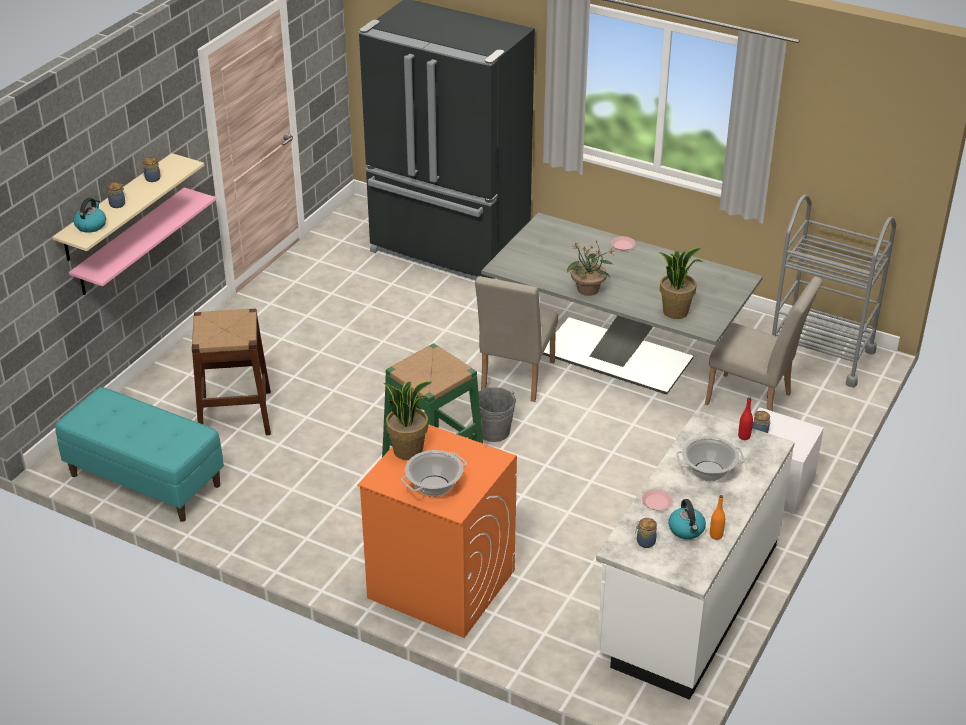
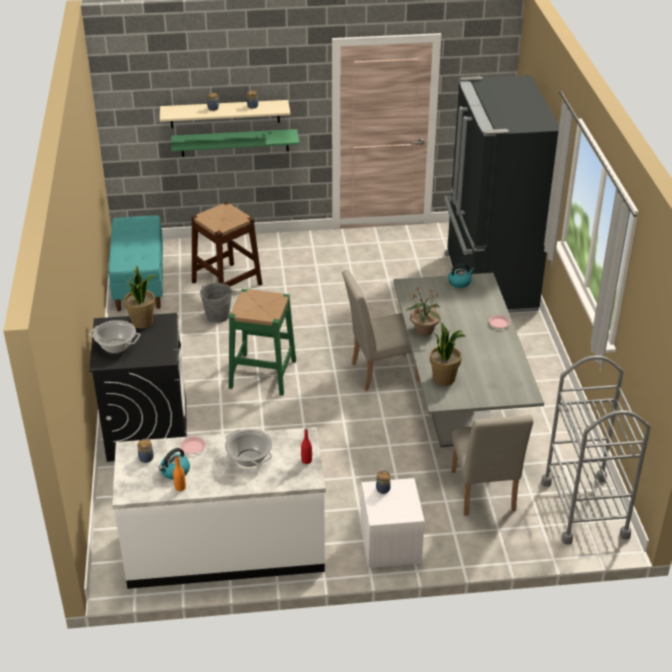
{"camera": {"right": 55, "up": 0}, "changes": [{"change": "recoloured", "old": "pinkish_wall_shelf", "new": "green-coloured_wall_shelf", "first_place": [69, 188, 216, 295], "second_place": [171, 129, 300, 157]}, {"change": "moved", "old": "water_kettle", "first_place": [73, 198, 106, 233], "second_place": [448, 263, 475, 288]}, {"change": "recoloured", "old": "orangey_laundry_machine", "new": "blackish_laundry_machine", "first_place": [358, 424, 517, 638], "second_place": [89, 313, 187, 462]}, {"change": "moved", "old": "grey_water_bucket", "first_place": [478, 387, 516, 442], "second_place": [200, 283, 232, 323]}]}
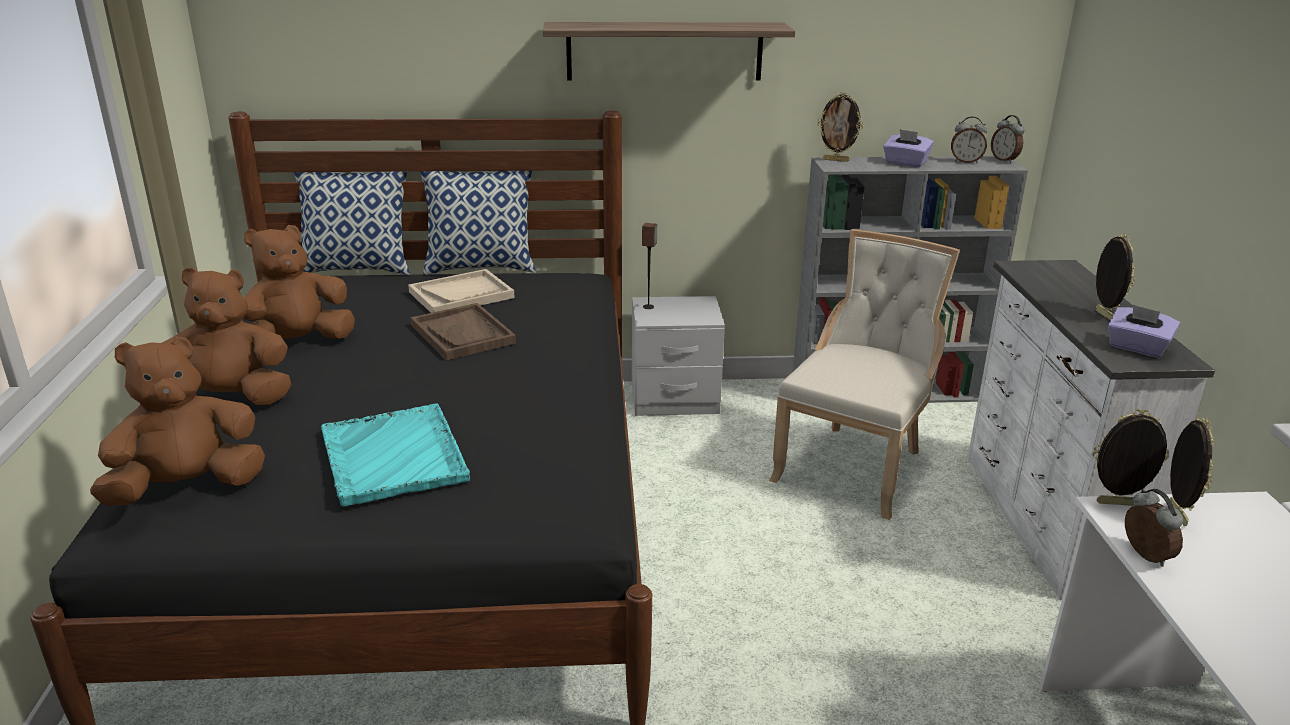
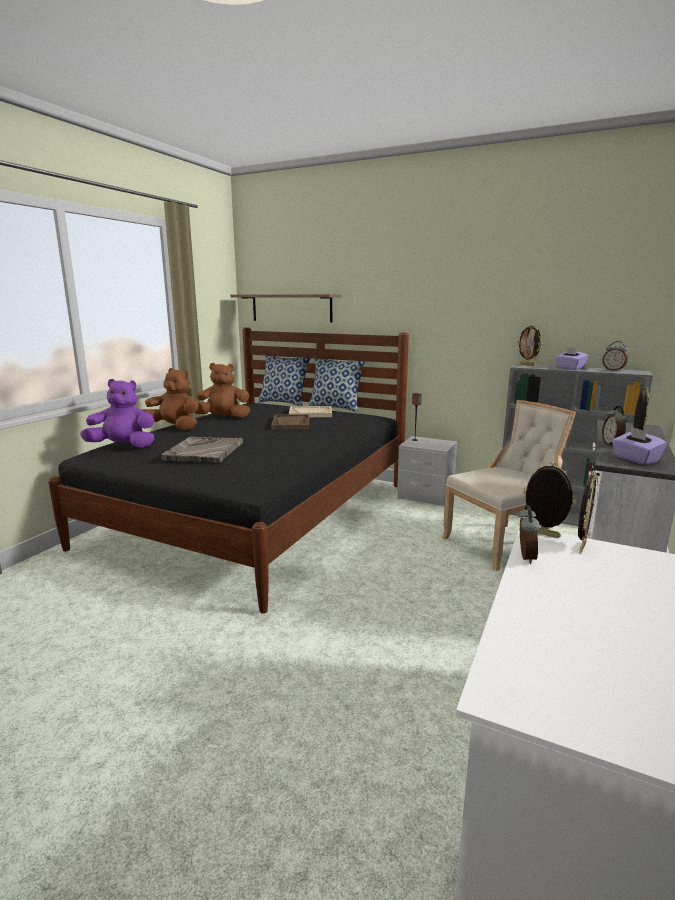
{"camera": {"right": 30, "up": -10}, "changes": [{"change": "recoloured", "old": "brownish_plush_toy", "new": "purplish_plush_toy", "first_place": [90, 336, 265, 506], "second_place": [80, 379, 155, 447]}, {"change": "recoloured", "old": "turquoise_tray", "new": "grey_tray", "first_place": [321, 403, 470, 506], "second_place": [161, 436, 243, 463]}, {"change": "moved", "old": "wall_shelf", "first_place": [543, 22, 795, 81], "second_place": [230, 294, 341, 323]}, {"change": "moved", "old": "table_clock", "first_place": [991, 115, 1025, 163], "second_place": [602, 406, 628, 445]}]}
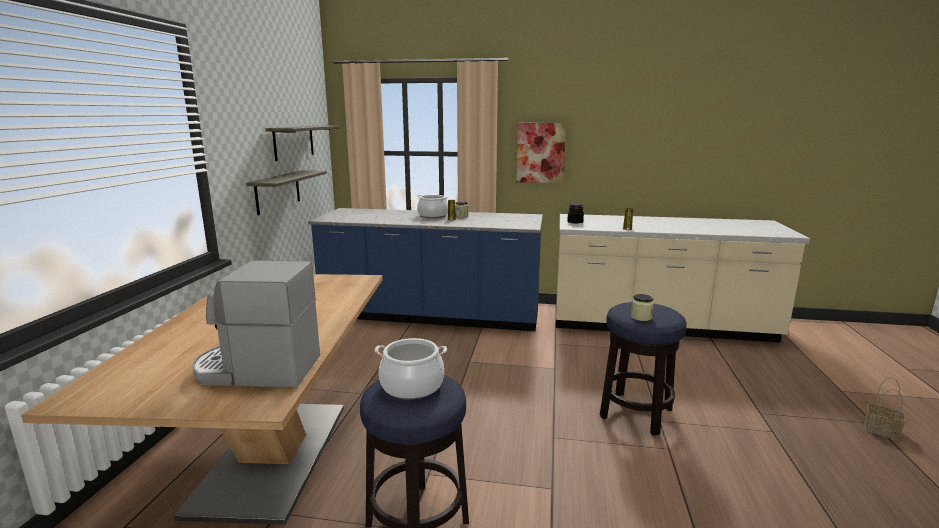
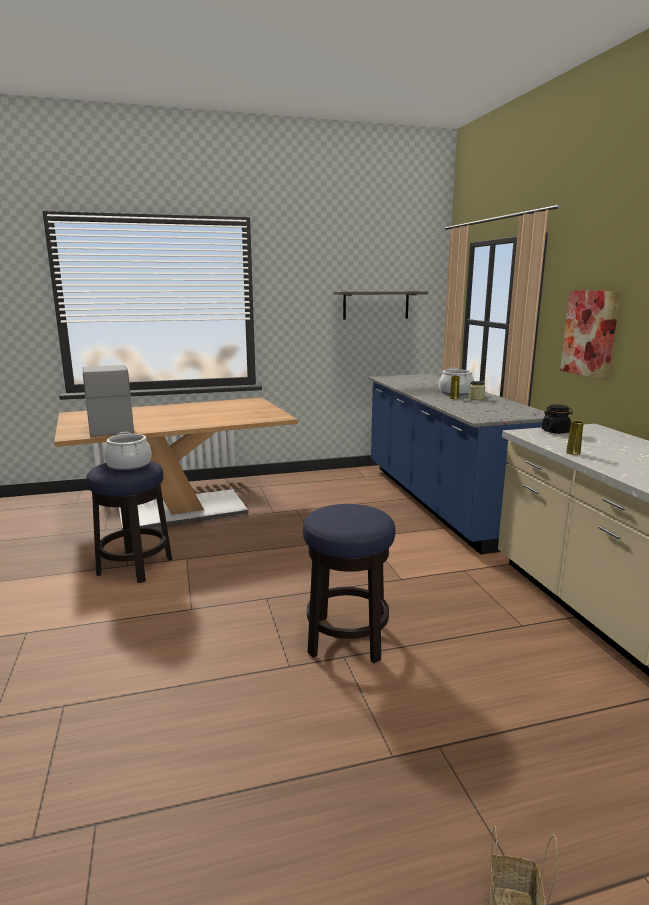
{"camera": {"right": 65, "up": 0}, "changes": [{"change": "removed", "old": "wall_shelf", "first_place": [246, 170, 327, 215]}, {"change": "removed", "old": "storage_jar", "first_place": [631, 294, 654, 321]}]}
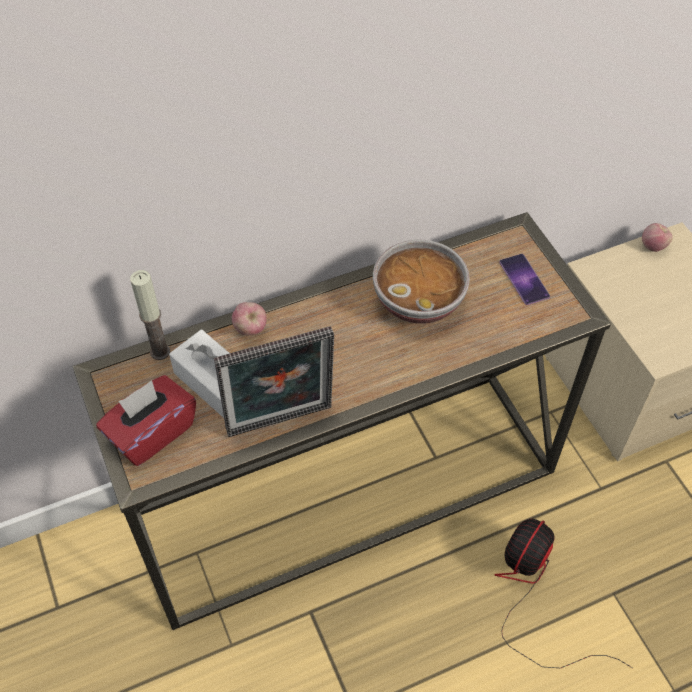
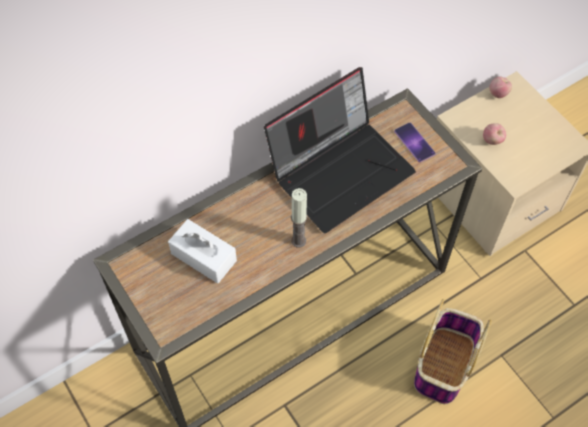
{"camera": {"right": -10, "up": 5}, "changes": [{"change": "removed", "old": "red_tissue_holder", "first_place": [96, 375, 196, 466]}, {"change": "moved", "old": "wax_light", "first_place": [130, 270, 170, 360], "second_place": [291, 188, 307, 247]}, {"change": "removed", "old": "photo_frame", "first_place": [214, 326, 334, 437]}, {"change": "moved", "old": "whole_apple", "first_place": [232, 302, 267, 335], "second_place": [483, 123, 506, 145]}, {"change": "replaced", "old": "deep_dish", "new": "portable_computer", "first_place": [373, 240, 470, 324], "second_place": [264, 67, 416, 233]}, {"change": "replaced", "old": "cooling_fan", "new": "storage_basket", "first_place": [494, 519, 632, 668], "second_place": [414, 299, 491, 404]}]}
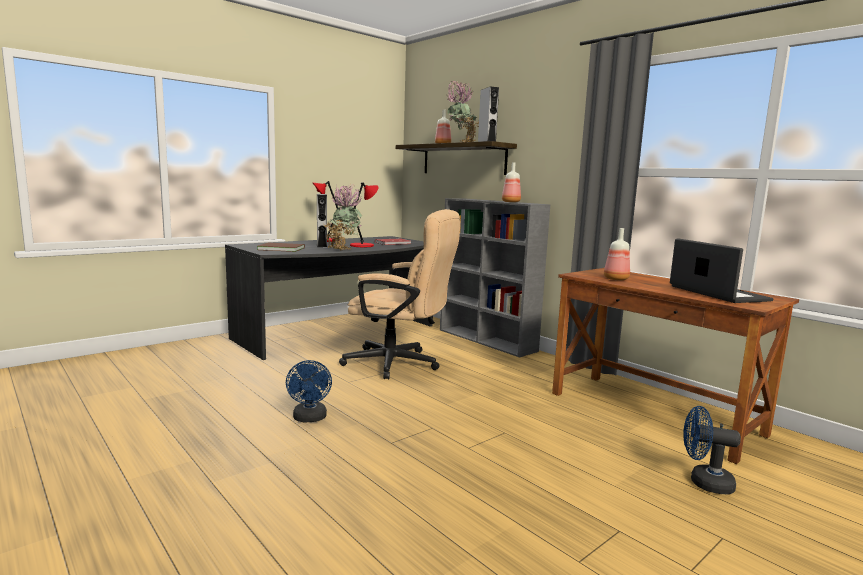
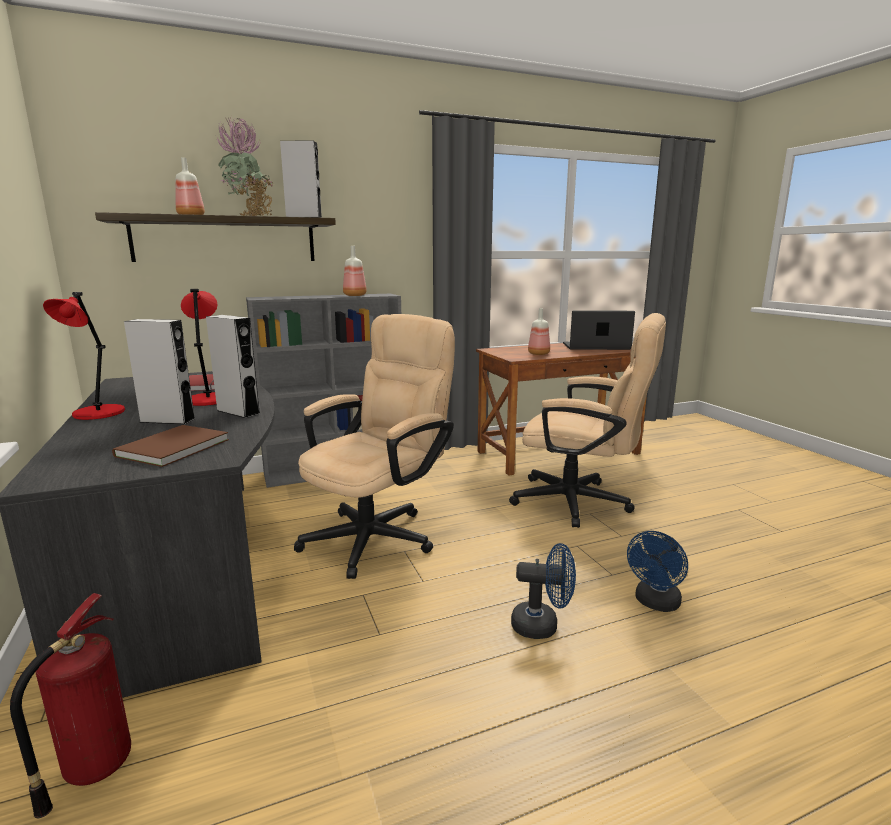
{"camera": {"right": -70, "up": 5}, "changes": [{"change": "replaced", "old": "plant_in_a_pot", "new": "grey_loudspeaker", "first_place": [323, 185, 362, 251], "second_place": [206, 315, 260, 418]}, {"change": "moved", "old": "bluish_cooling_fan", "first_place": [683, 406, 741, 495], "second_place": [627, 531, 688, 612]}, {"change": "added", "new": "fire_extinguisher", "second_place": [10, 593, 131, 818]}, {"change": "added", "new": "beige_office_chair", "second_place": [509, 313, 666, 528]}]}
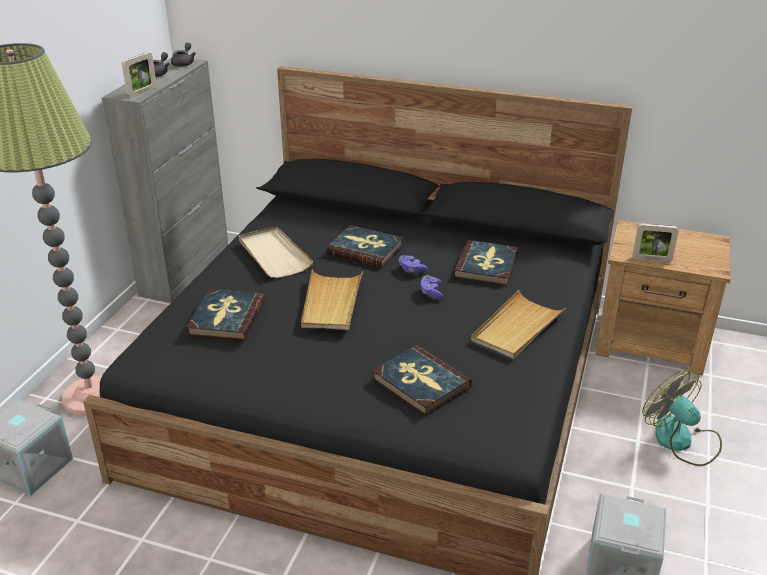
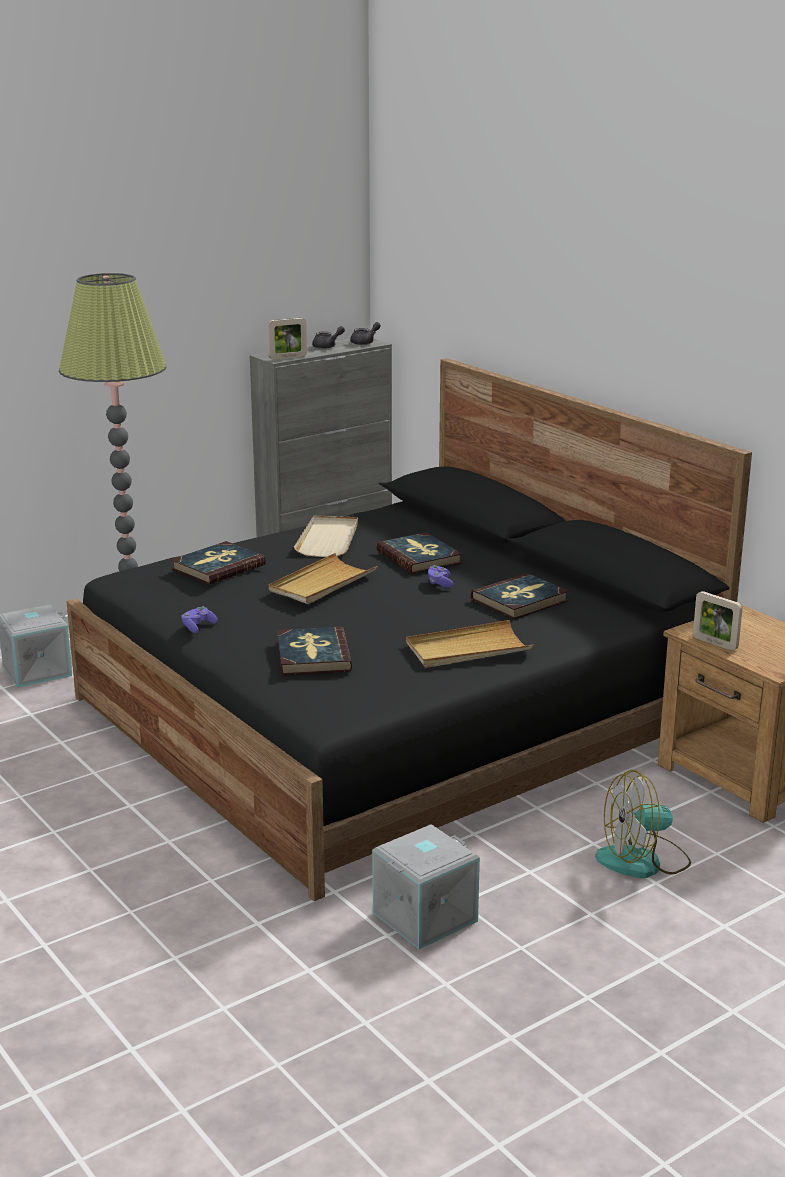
{"camera": {"right": 35, "up": -10}, "changes": [{"change": "moved", "old": "purplish_gamepad", "first_place": [421, 275, 443, 299], "second_place": [181, 607, 218, 633]}, {"change": "turned", "old": "cooling_fan", "first_place": [642, 370, 722, 466], "second_place": [595, 770, 691, 878], "degrees": -105}]}
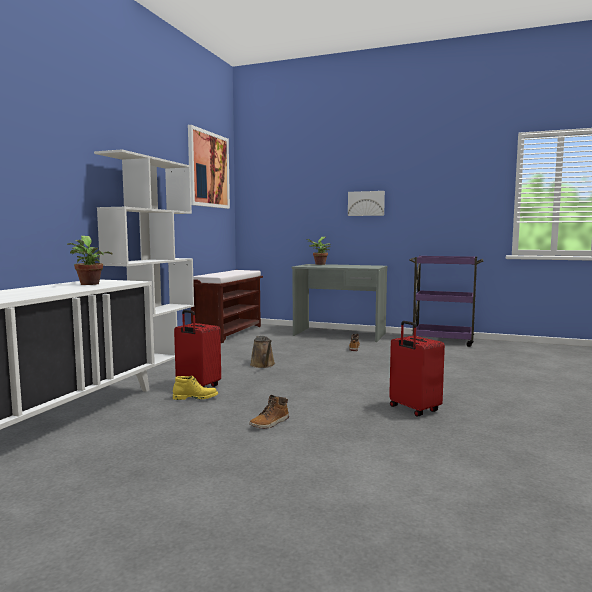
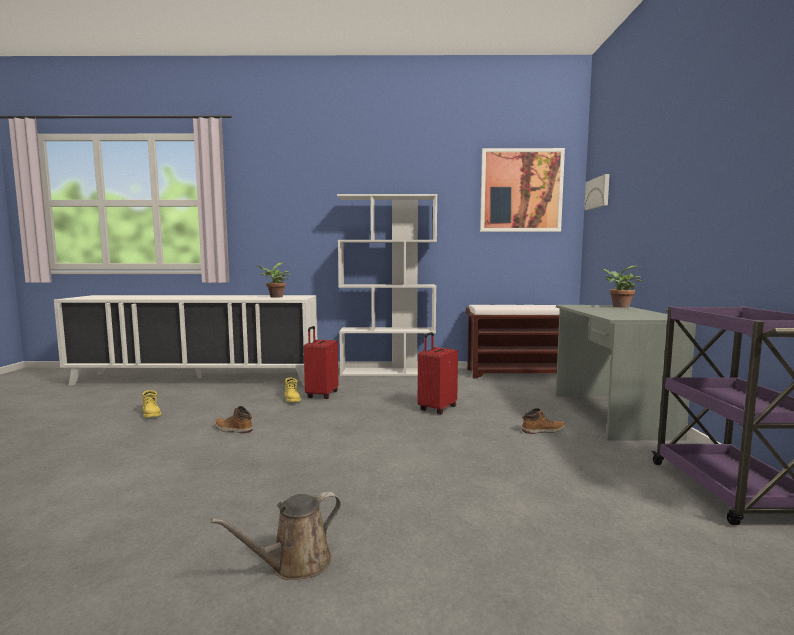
{"camera": {"right": 70, "up": 0}, "changes": [{"change": "moved", "old": "brownish_sprinkling_can", "first_place": [250, 336, 275, 368], "second_place": [211, 492, 341, 580]}, {"change": "moved", "old": "wall_art", "first_place": [348, 191, 385, 216], "second_place": [584, 174, 610, 210]}, {"change": "moved", "old": "red_travel_case", "first_place": [389, 321, 445, 416], "second_place": [418, 332, 458, 415]}, {"change": "added", "new": "yellow_tall_boot", "second_place": [142, 390, 161, 417]}]}
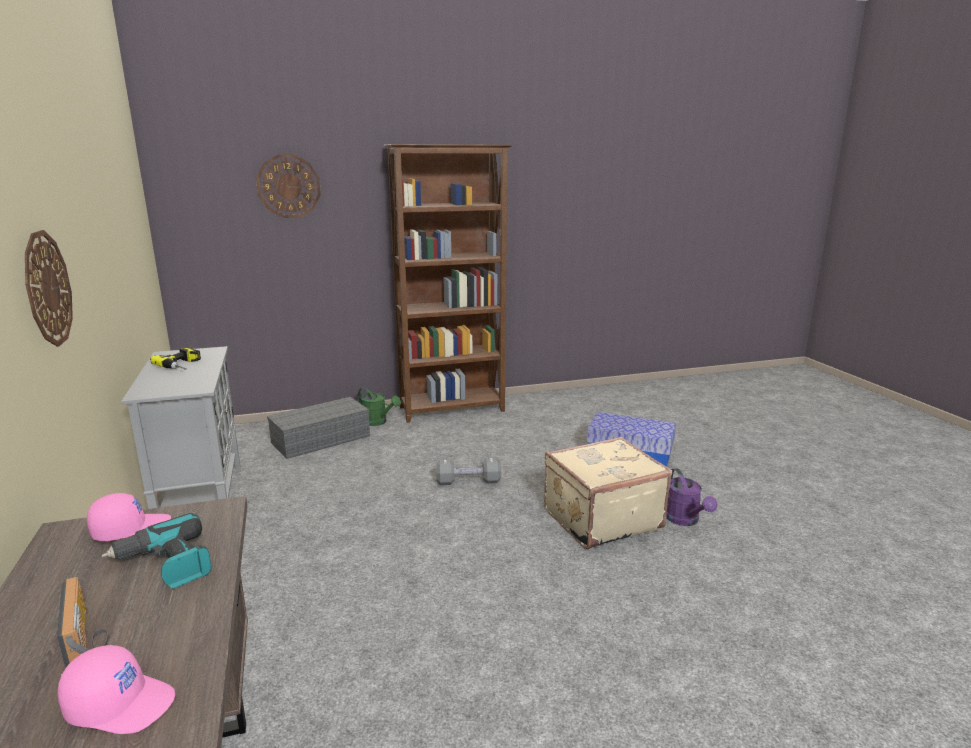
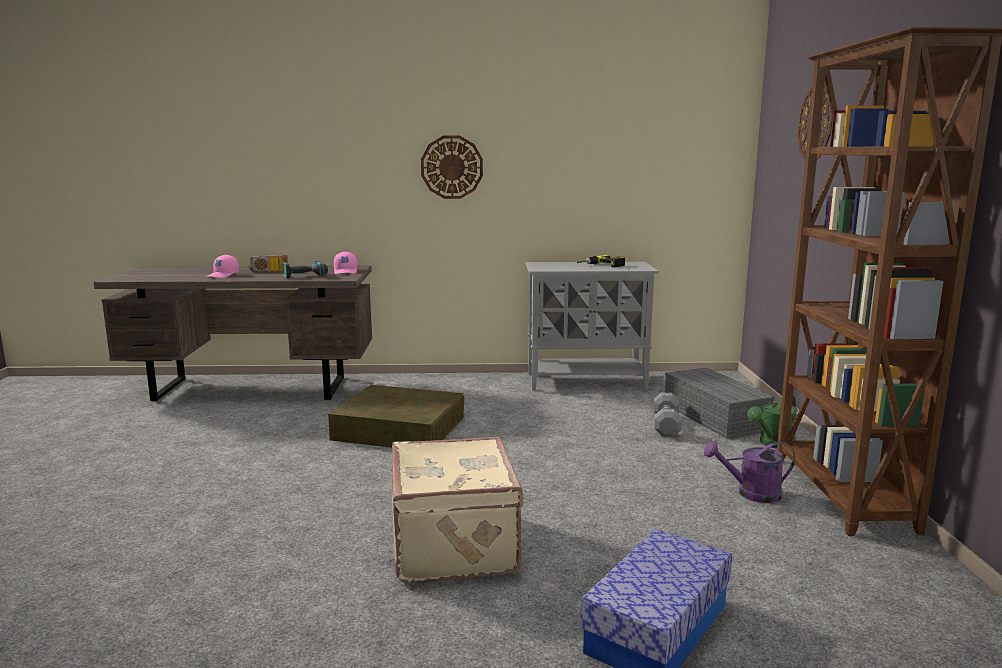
{"camera": {"right": 105, "up": -5}, "changes": [{"change": "moved", "old": "grey_hand_weight", "first_place": [436, 457, 501, 485], "second_place": [654, 392, 682, 437]}, {"change": "moved", "old": "purplish_sprinkling_can", "first_place": [666, 468, 717, 526], "second_place": [704, 441, 795, 503]}, {"change": "added", "new": "brownish_storage_bin", "second_place": [328, 385, 464, 447]}]}
